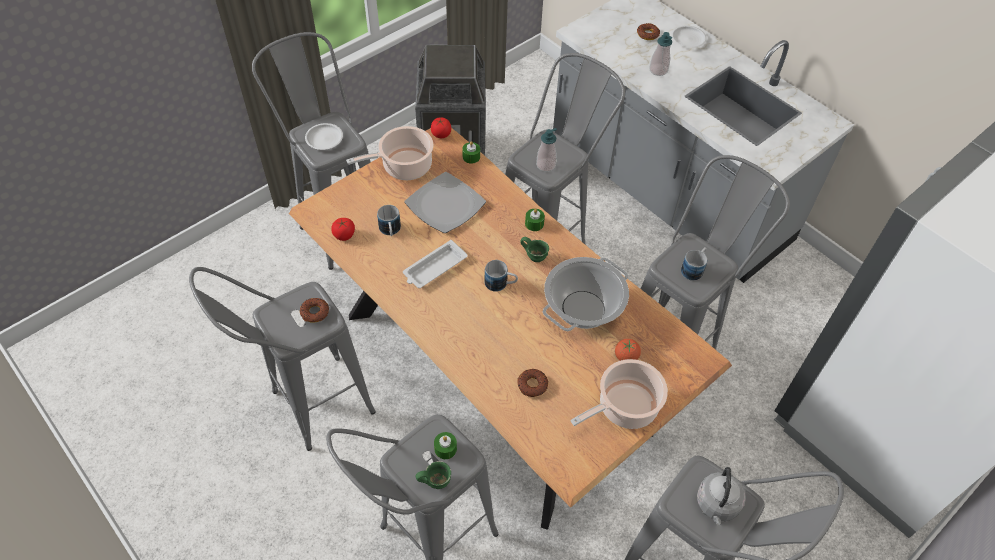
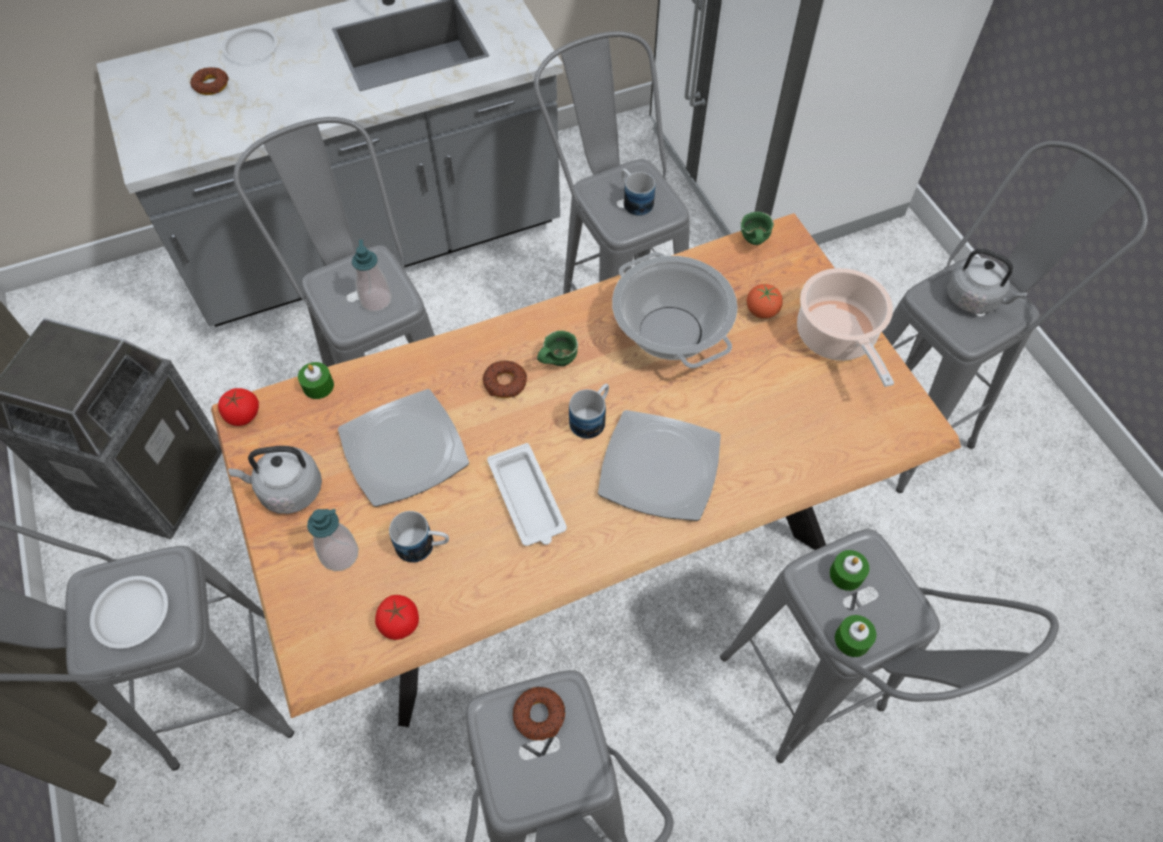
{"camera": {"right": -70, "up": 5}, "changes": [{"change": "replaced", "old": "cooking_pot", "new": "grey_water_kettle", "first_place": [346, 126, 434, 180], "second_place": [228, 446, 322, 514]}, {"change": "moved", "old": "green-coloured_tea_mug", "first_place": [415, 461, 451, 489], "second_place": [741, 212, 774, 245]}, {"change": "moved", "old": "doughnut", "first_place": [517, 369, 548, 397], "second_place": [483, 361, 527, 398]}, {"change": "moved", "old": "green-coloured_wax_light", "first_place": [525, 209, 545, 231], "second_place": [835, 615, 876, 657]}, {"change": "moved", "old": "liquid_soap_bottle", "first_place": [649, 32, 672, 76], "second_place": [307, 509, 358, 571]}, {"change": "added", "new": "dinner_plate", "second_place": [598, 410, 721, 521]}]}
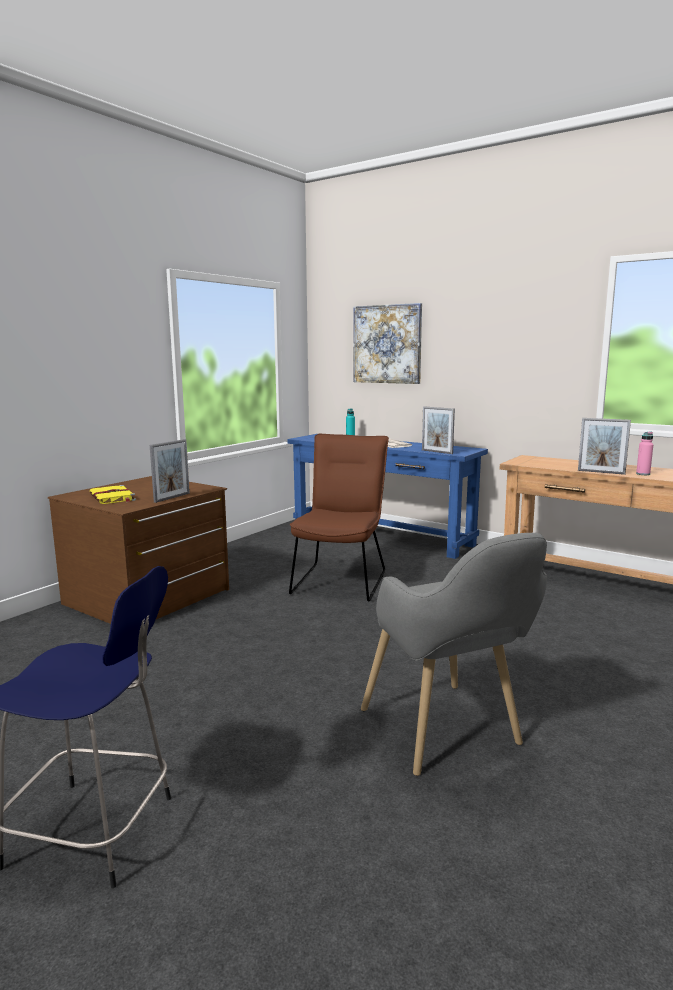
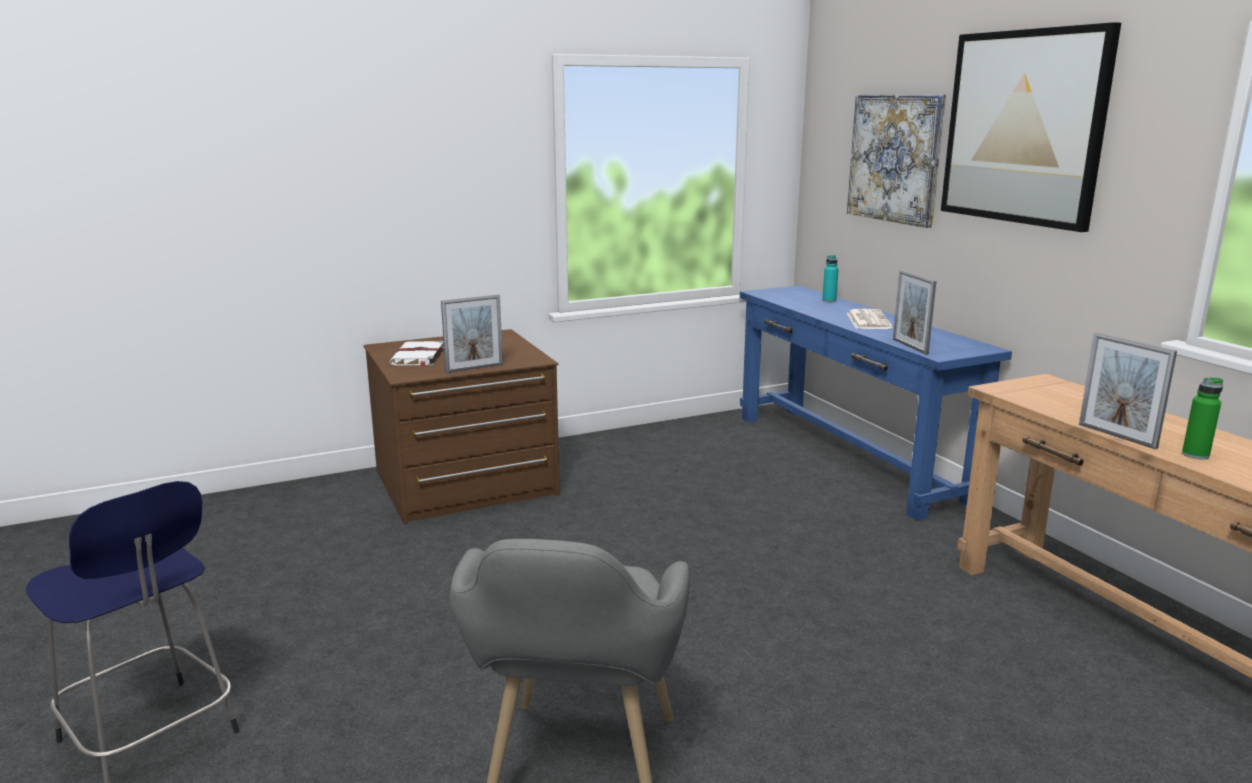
{"camera": {"right": 30, "up": 5}, "changes": [{"change": "recoloured", "old": "yellow_book", "new": "white_book", "first_place": [89, 485, 136, 504], "second_place": [390, 341, 444, 367]}, {"change": "removed", "old": "brownish_chair", "first_place": [289, 434, 389, 602]}, {"change": "recoloured", "old": "pinkish_bottle", "new": "green-coloured_bottle", "first_place": [636, 432, 653, 475], "second_place": [1182, 378, 1223, 459]}, {"change": "added", "new": "wall_art", "second_place": [941, 22, 1121, 232]}]}
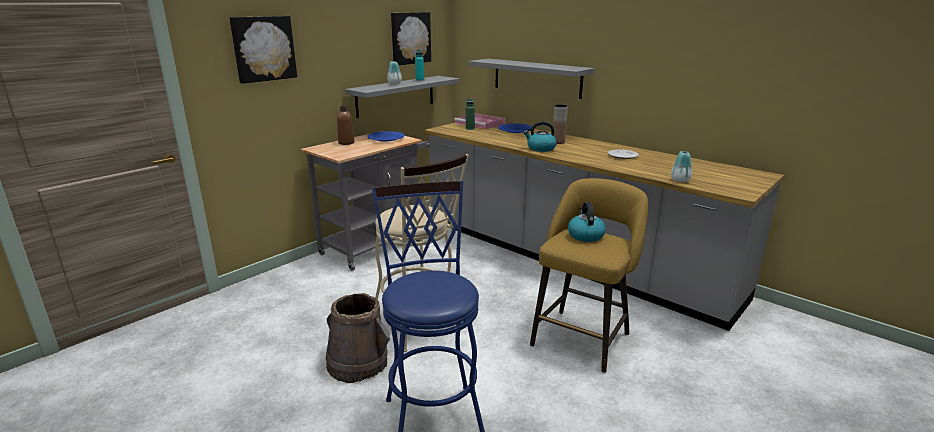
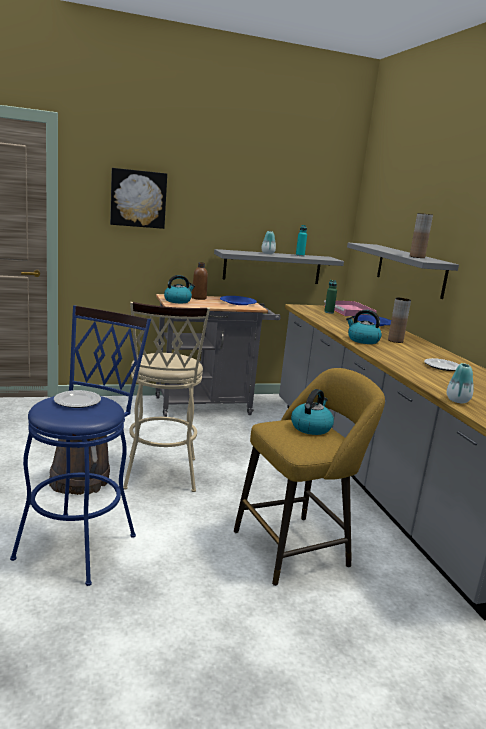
{"camera": {"right": 30, "up": -5}, "changes": [{"change": "removed", "old": "wall_art", "first_place": [391, 12, 431, 65]}, {"change": "added", "new": "dinner_plate", "second_place": [54, 390, 101, 408]}, {"change": "added", "new": "water_kettle", "second_place": [164, 275, 195, 303]}, {"change": "added", "new": "brownish_flower_vase", "second_place": [410, 213, 433, 258]}]}
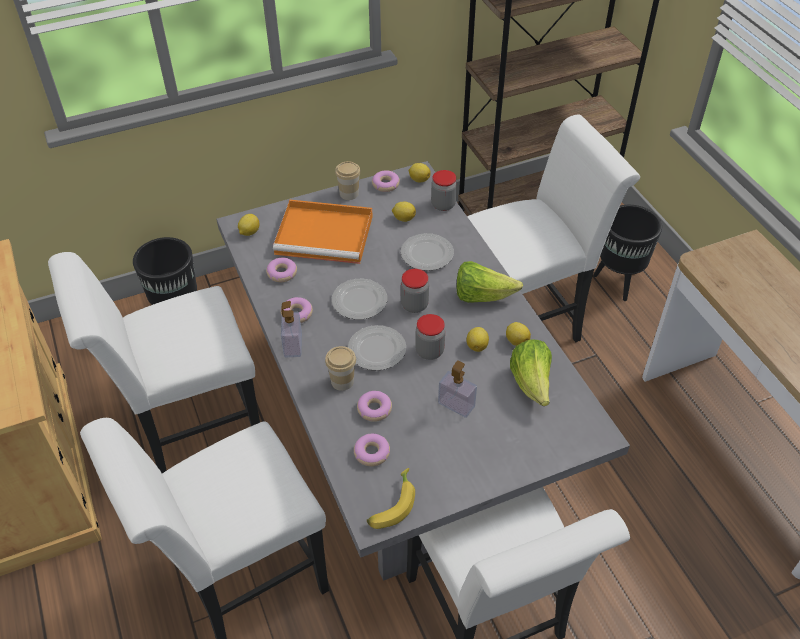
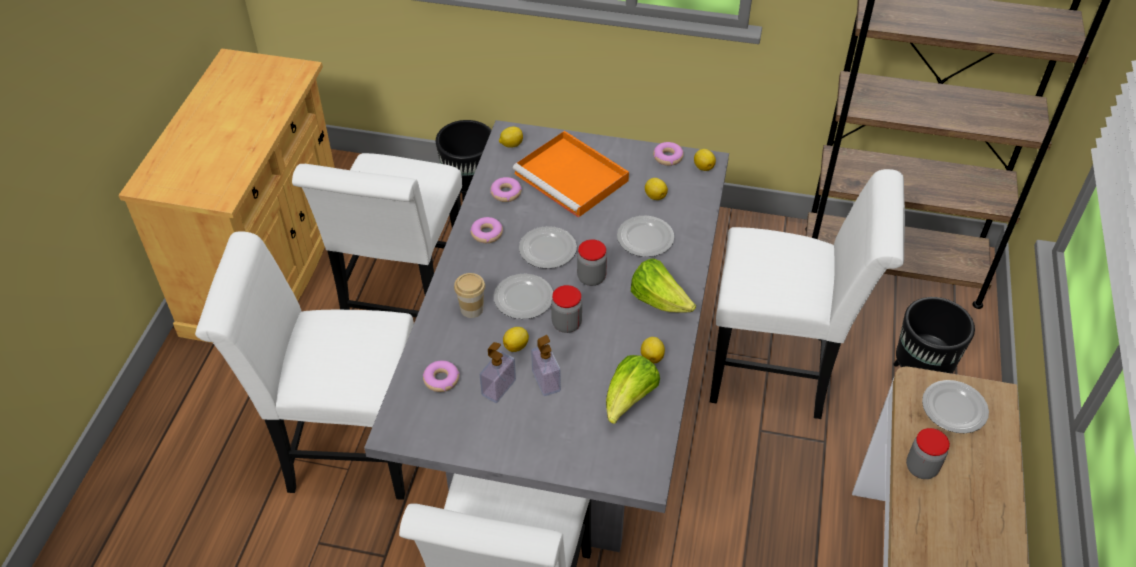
{"camera": {"right": 35, "up": 0}, "changes": [{"change": "turned", "old": "white_chair", "first_place": [48, 252, 260, 473], "second_place": [292, 153, 462, 317], "degrees": -90}, {"change": "moved", "old": "liquid_soap_bottle", "first_place": [281, 301, 302, 357], "second_place": [480, 342, 516, 403]}, {"change": "removed", "old": "drinking_cup", "first_place": [335, 161, 361, 200]}, {"change": "removed", "old": "doughnut", "first_place": [357, 391, 392, 422]}, {"change": "removed", "old": "banana", "first_place": [367, 468, 415, 529]}, {"change": "moved", "old": "storage_jar", "first_place": [431, 170, 457, 211], "second_place": [906, 428, 950, 479]}, {"change": "moved", "old": "citrus_fruit", "first_place": [466, 327, 489, 352], "second_place": [503, 327, 529, 352]}, {"change": "added", "new": "dinner_plate", "second_place": [922, 380, 989, 433]}]}
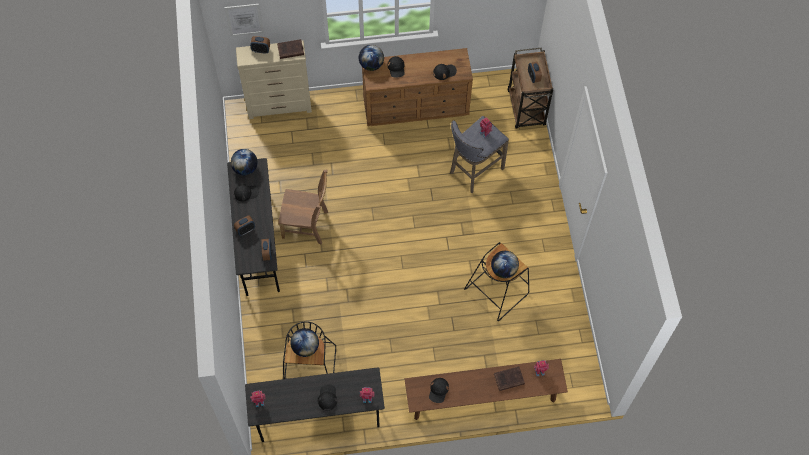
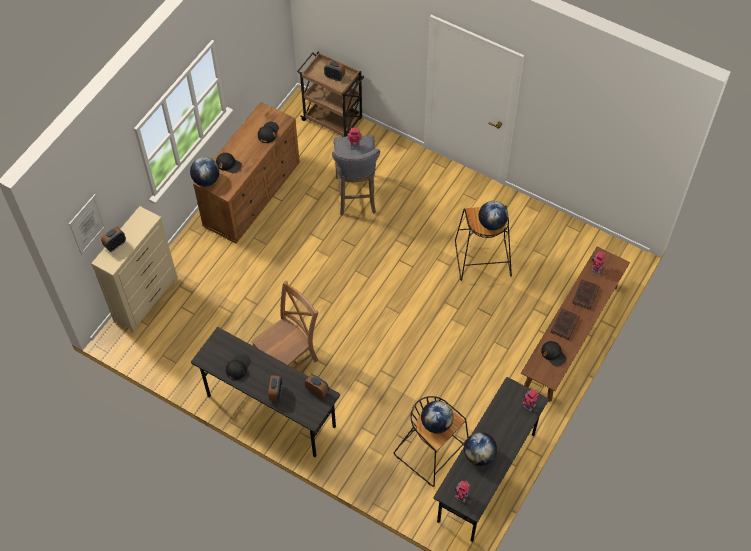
{"camera": {"right": -50, "up": -5}, "changes": [{"change": "moved", "old": "world_globe", "first_place": [231, 149, 258, 176], "second_place": [464, 432, 497, 466]}, {"change": "moved", "old": "brownish_book", "first_place": [277, 39, 304, 59], "second_place": [550, 308, 580, 340]}, {"change": "removed", "old": "blackish_baseball_cap", "first_place": [318, 384, 337, 411]}]}
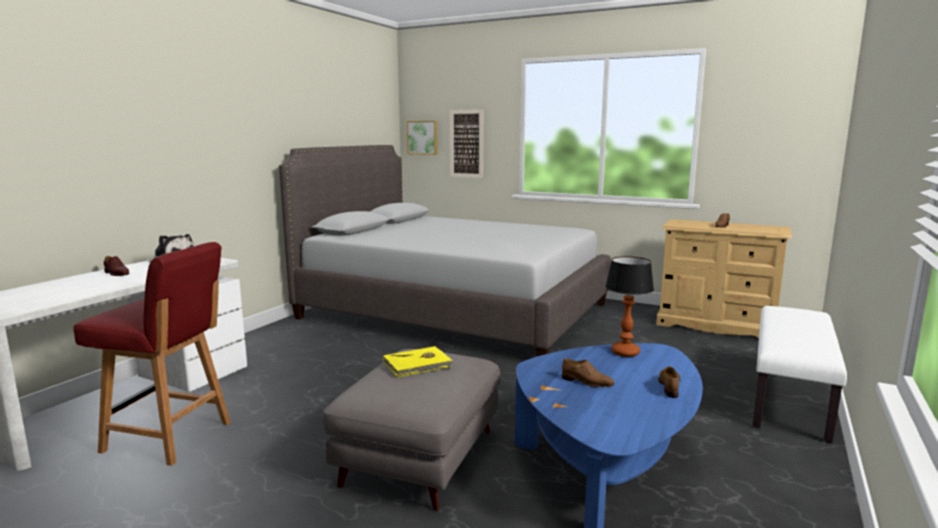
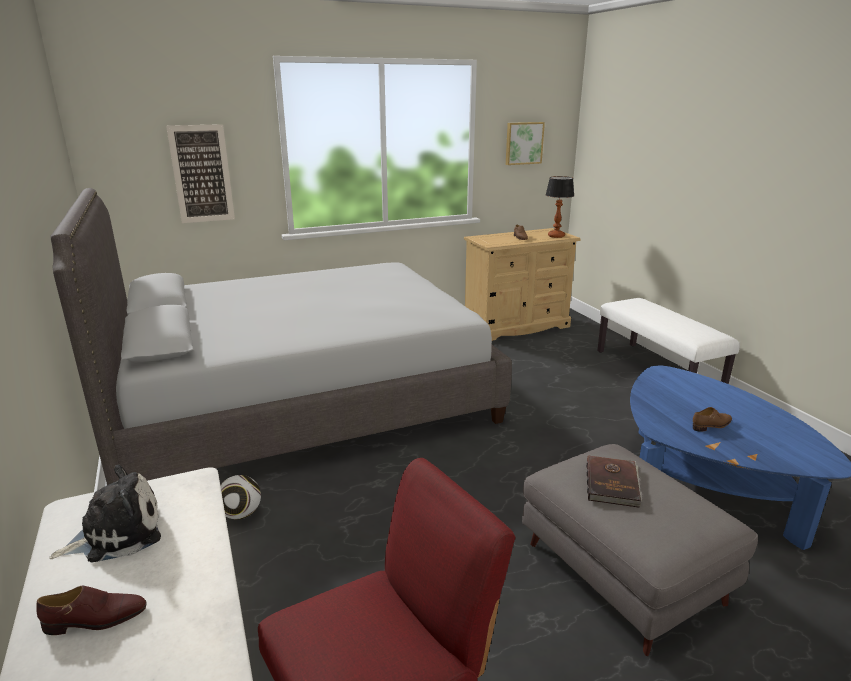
{"camera": {"right": -50, "up": 10}, "changes": [{"change": "recoloured", "old": "yellow_book", "new": "brownish_book", "first_place": [383, 346, 454, 377], "second_place": [586, 455, 642, 508]}, {"change": "moved", "old": "wall_art", "first_place": [407, 121, 438, 155], "second_place": [506, 122, 545, 165]}, {"change": "moved", "old": "table_lamp", "first_place": [605, 256, 654, 357], "second_place": [546, 176, 574, 238]}, {"change": "removed", "old": "brownish_item_of_footwear", "first_place": [659, 366, 680, 398]}, {"change": "added", "new": "ball_for_football", "second_place": [220, 475, 261, 520]}]}
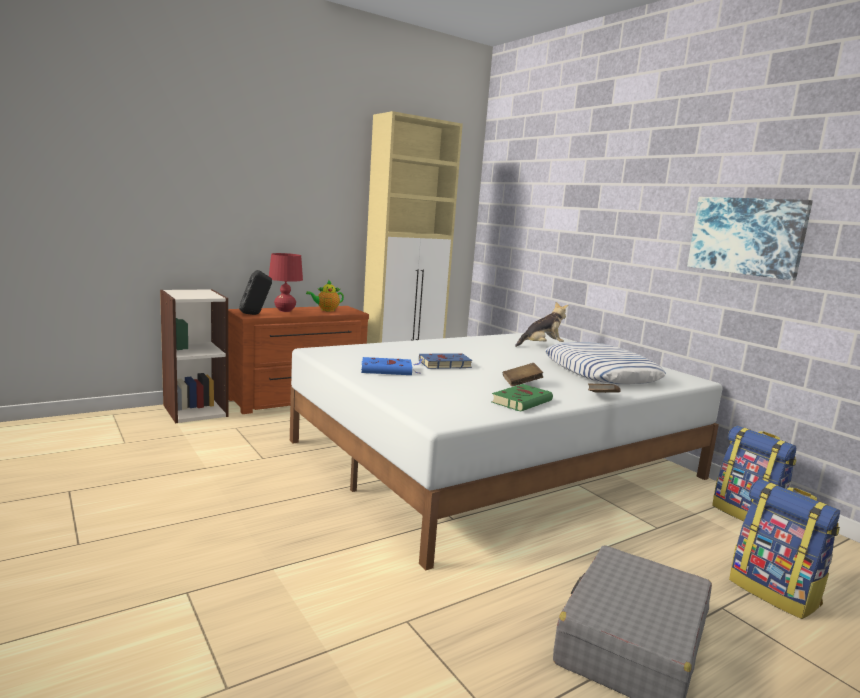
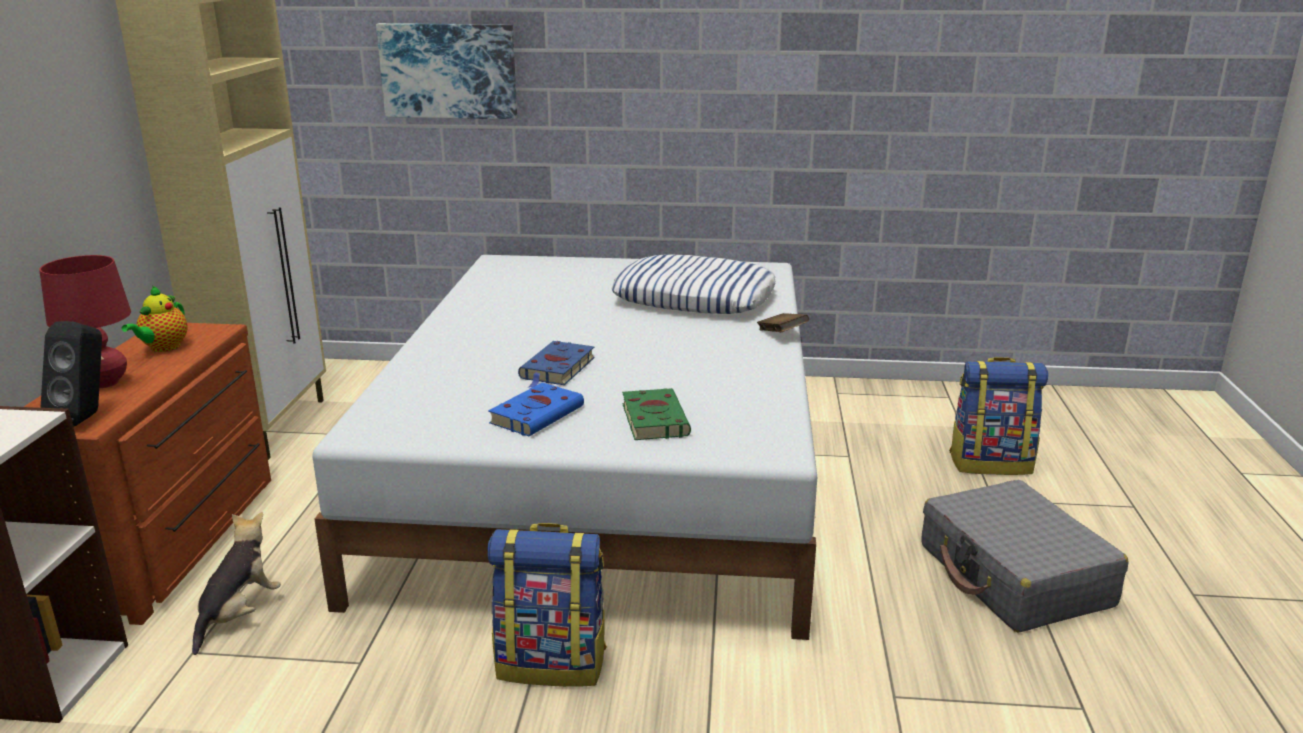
{"camera": {"right": -50, "up": 10}, "changes": [{"change": "moved", "old": "green-coloured_book", "first_place": [491, 384, 553, 412], "second_place": [622, 388, 691, 440]}, {"change": "removed", "old": "brownish_book", "first_place": [503, 363, 543, 387]}, {"change": "moved", "old": "plush_toy", "first_place": [515, 302, 568, 347], "second_place": [192, 512, 281, 655]}, {"change": "moved", "old": "wall_art", "first_place": [687, 197, 813, 280], "second_place": [376, 23, 517, 119]}, {"change": "moved", "old": "rucksack", "first_place": [712, 426, 796, 521], "second_place": [487, 523, 607, 687]}]}
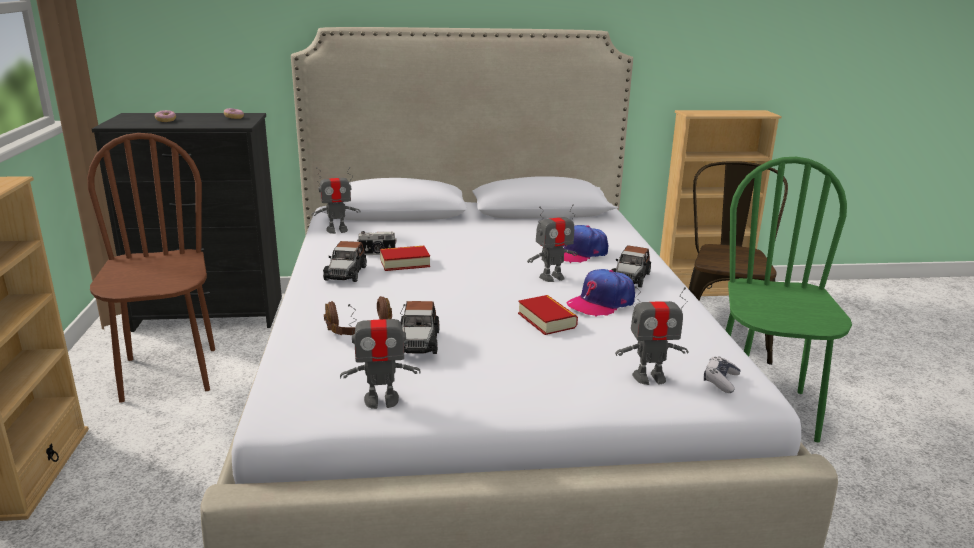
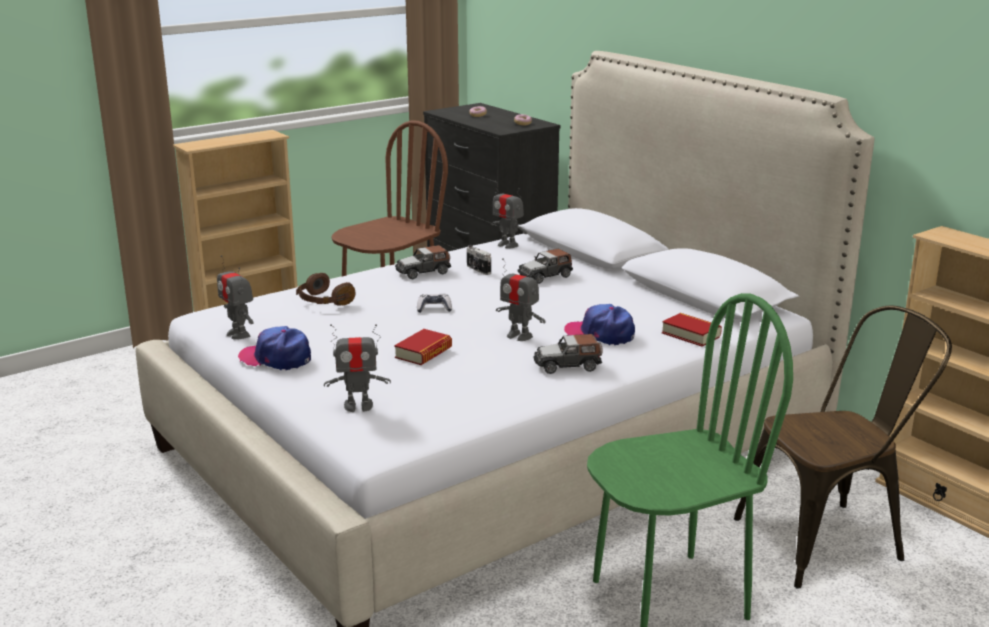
{"camera": {"right": 60, "up": 0}, "changes": [{"change": "moved", "old": "book", "first_place": [380, 246, 430, 271], "second_place": [662, 313, 722, 347]}, {"change": "moved", "old": "model_car", "first_place": [401, 301, 440, 354], "second_place": [517, 249, 573, 284]}, {"change": "moved", "old": "baseball_cap", "first_place": [567, 269, 635, 317], "second_place": [238, 326, 311, 371]}, {"change": "turned", "old": "model_robot", "first_place": [615, 286, 689, 385], "second_place": [324, 324, 391, 412], "degrees": -60}, {"change": "moved", "old": "gamepad", "first_place": [704, 356, 741, 393], "second_place": [417, 294, 452, 313]}]}
